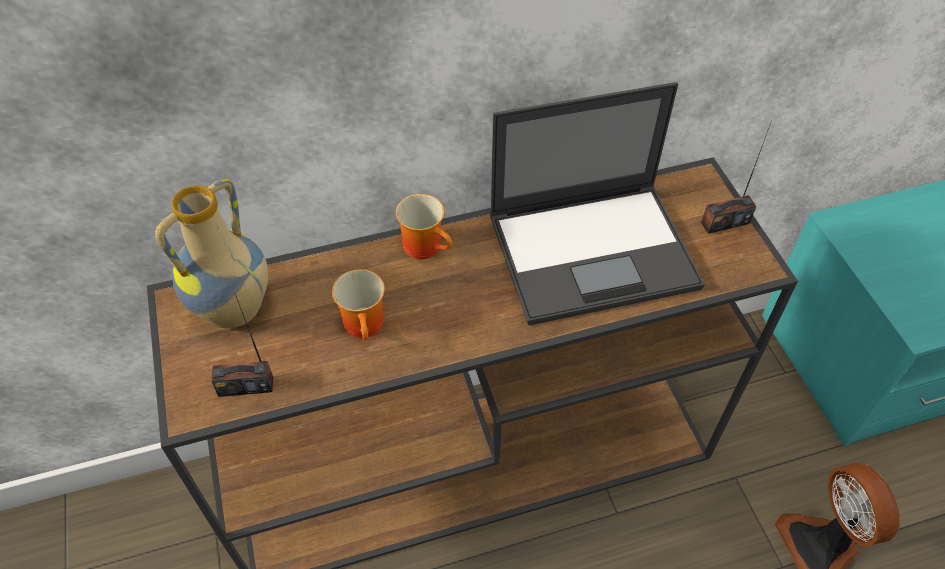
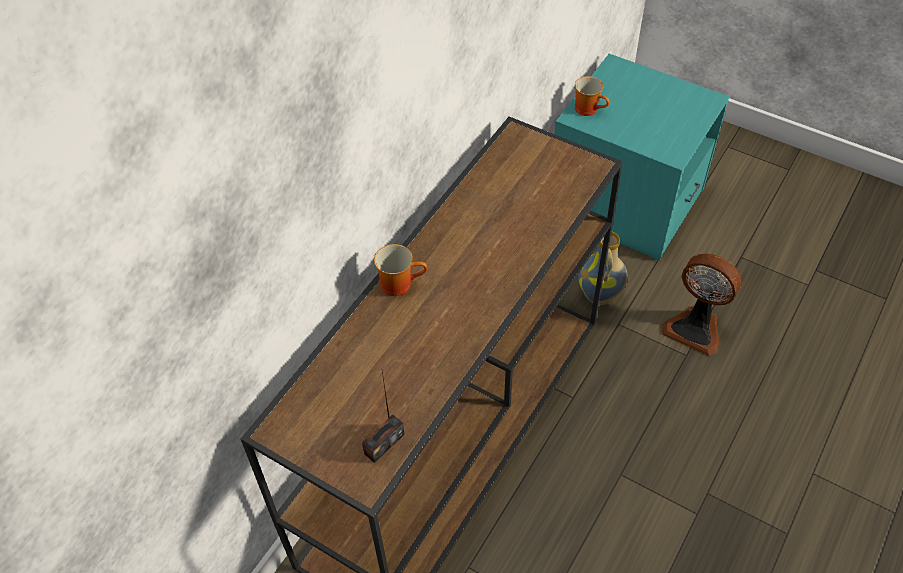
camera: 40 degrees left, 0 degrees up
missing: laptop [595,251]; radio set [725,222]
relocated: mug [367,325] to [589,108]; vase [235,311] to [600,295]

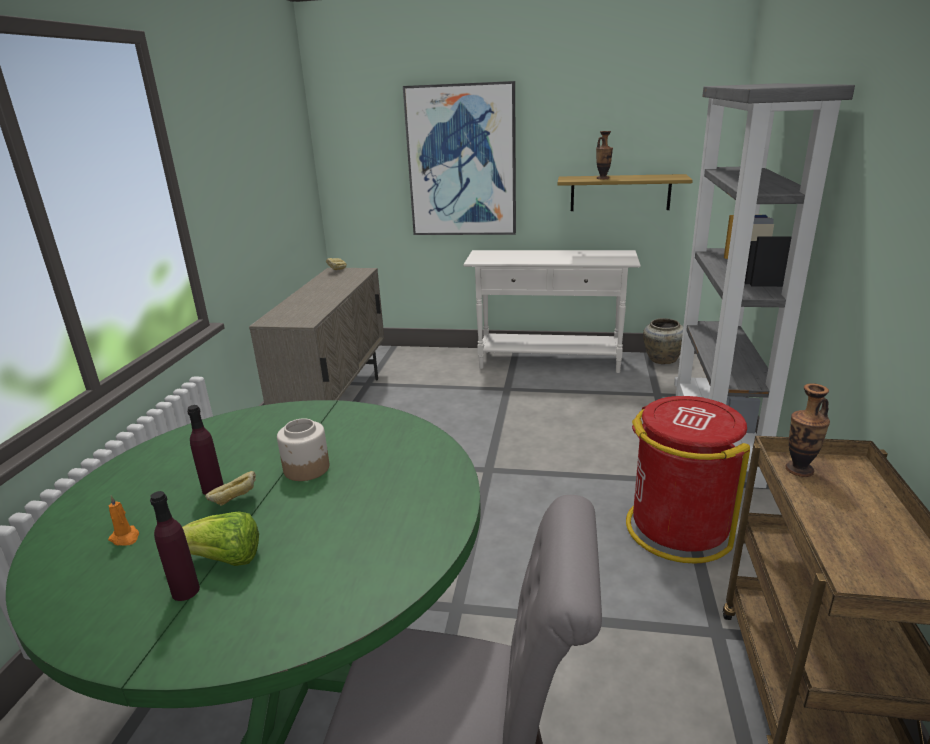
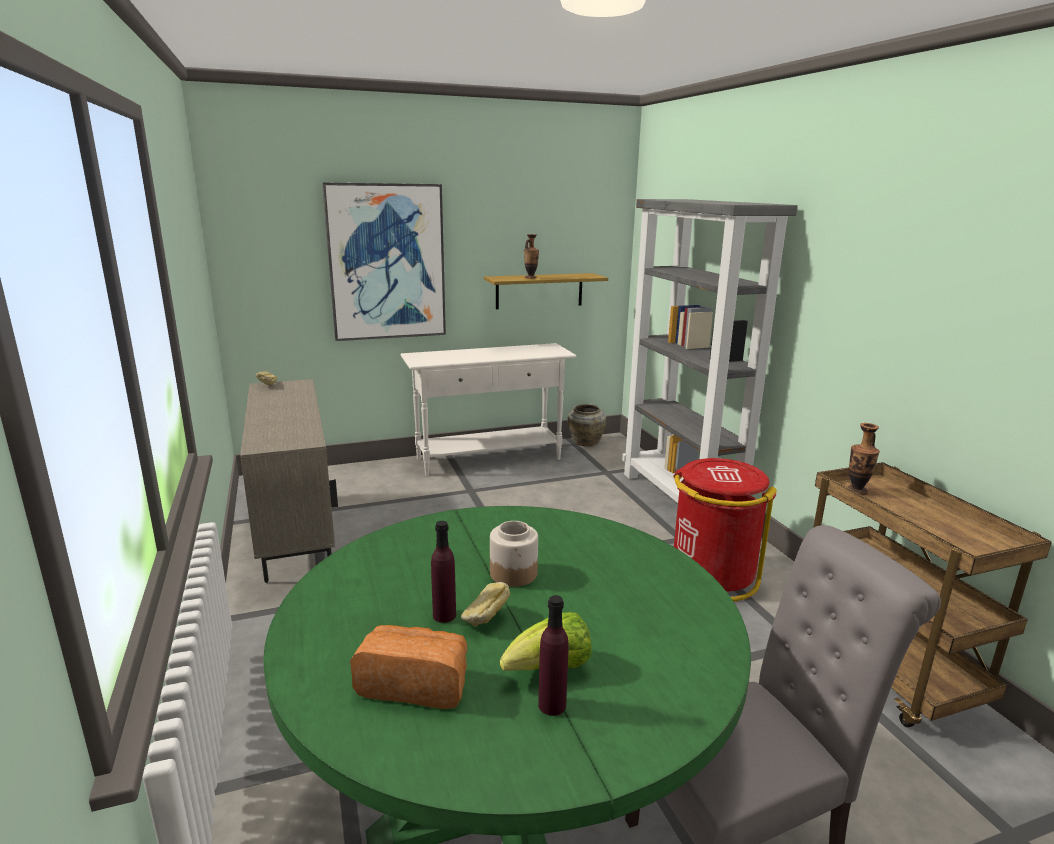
camera: 30 degrees left, 5 degrees down
exchanged: orange candle [125,538] to baked bread [415,684]

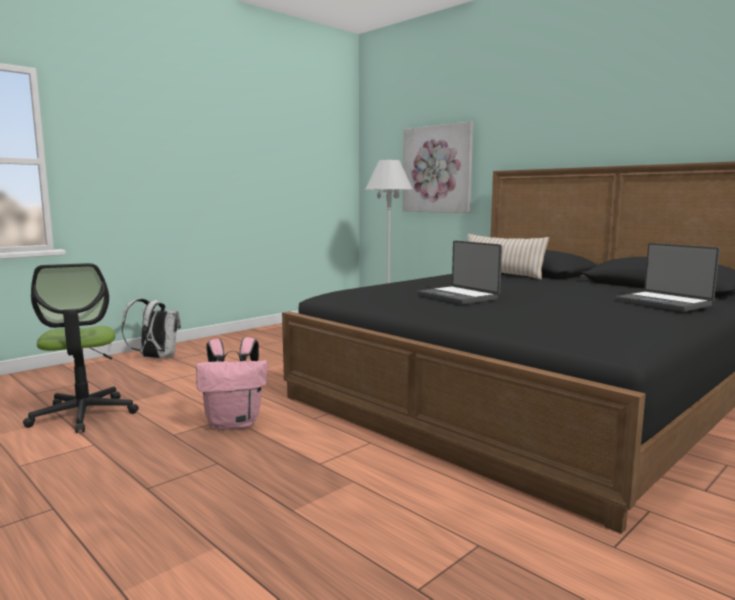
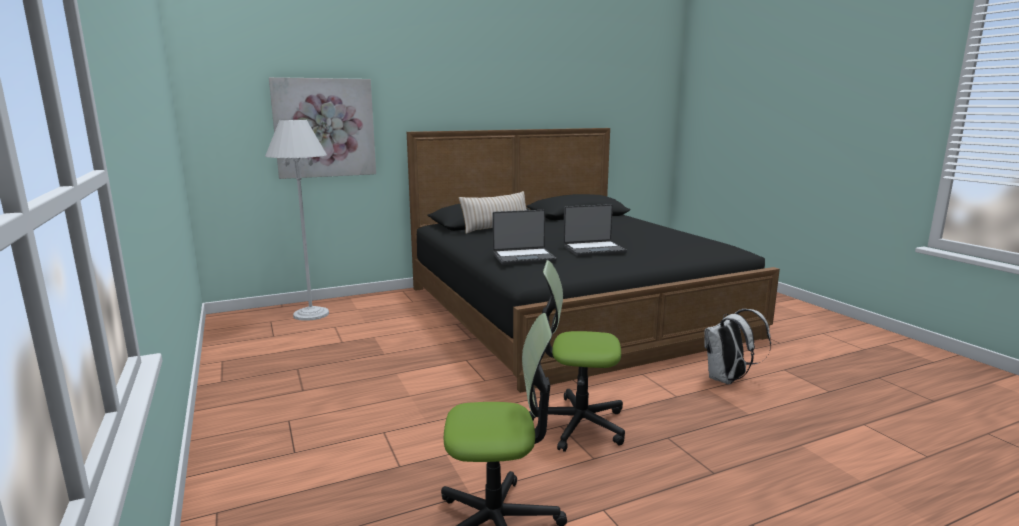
camera: 70 degrees left, 5 degrees up
relocated: laptop [664,303] to [523,257]; white backpack [155,358] to [728,380]
exchanged: pink-coloured backpack [235,423] to desk chair [578,424]

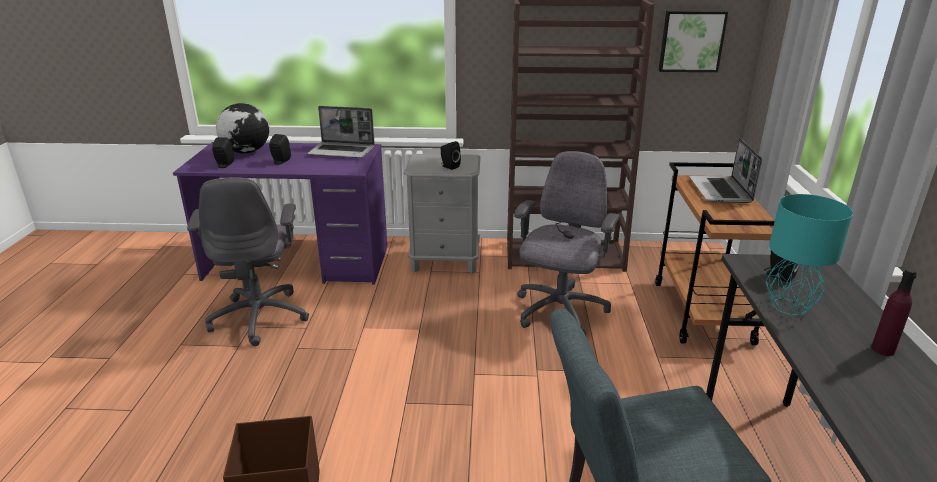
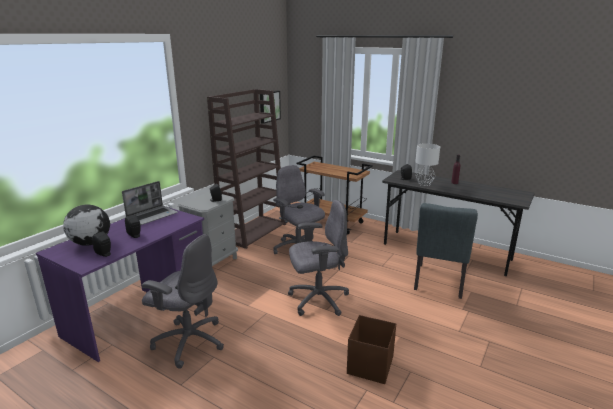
camera: 60 degrees left, 5 degrees down
missing: laptop [721,191]
appeared: gray desk chair [317,300]
colour: blue-green lamp for a table [788,306] to gray lamp for a table [424,184]

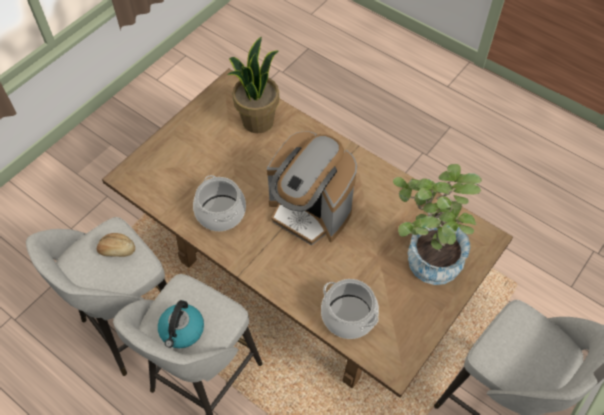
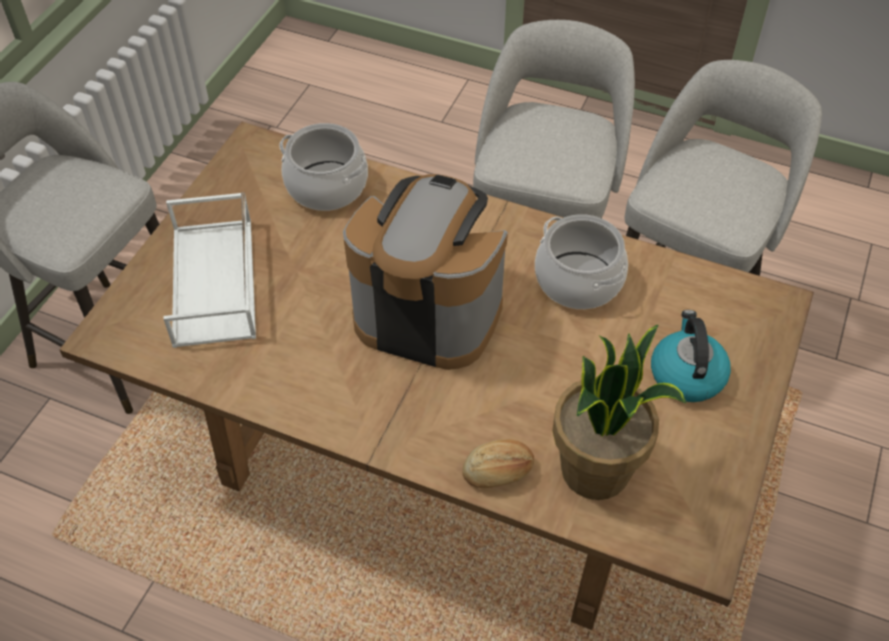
camera: 165 degrees right, 5 degrees down
relocated: baked bread [117,250] to [498,472]; kettle [182,331] to [686,374]
exchanged: plant in a pot [425,258] to white carrying tray [215,283]

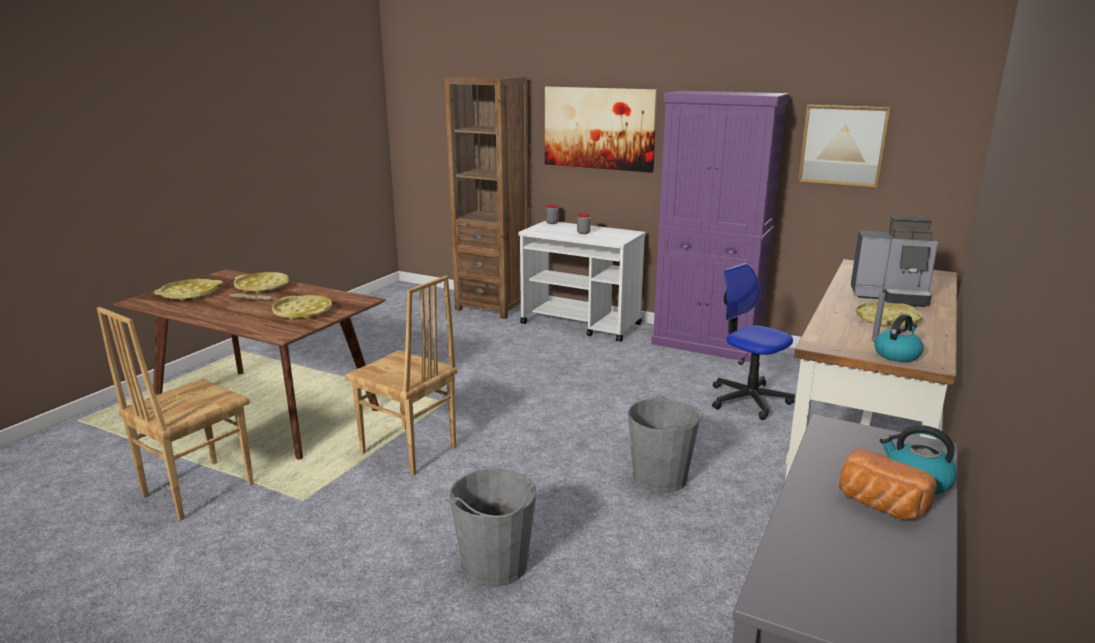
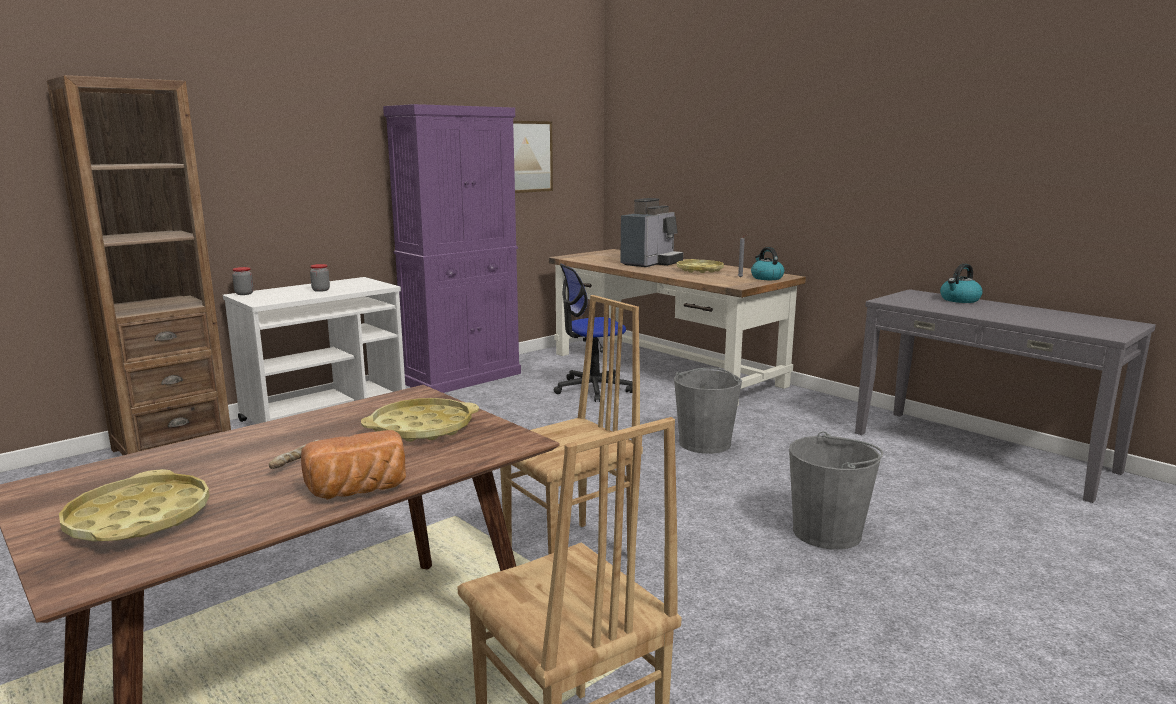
camera: 70 degrees left, 5 degrees down
missing: yellowish carrying tray [262,287]; wall art [599,128]
relocated: baked bread [878,505] to [358,491]

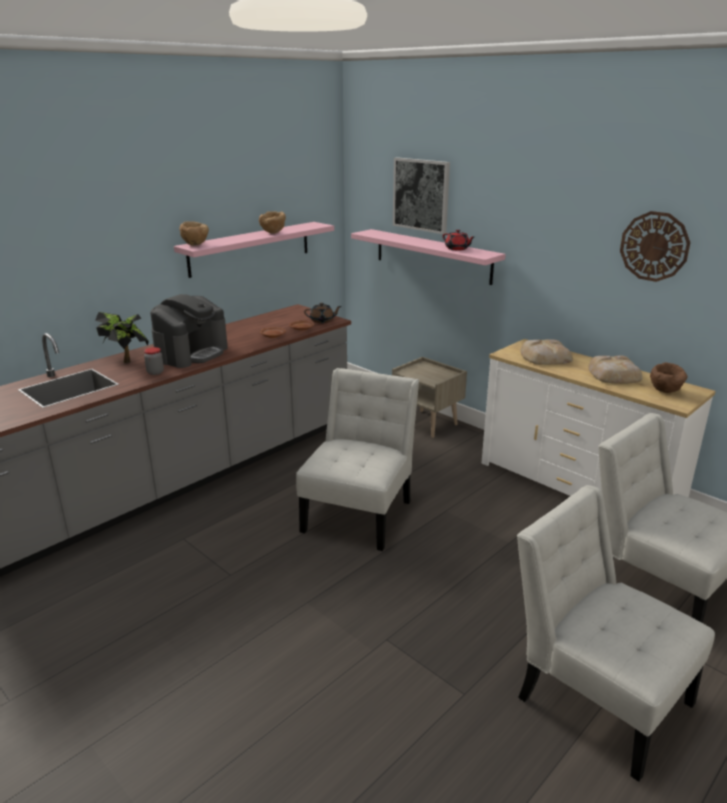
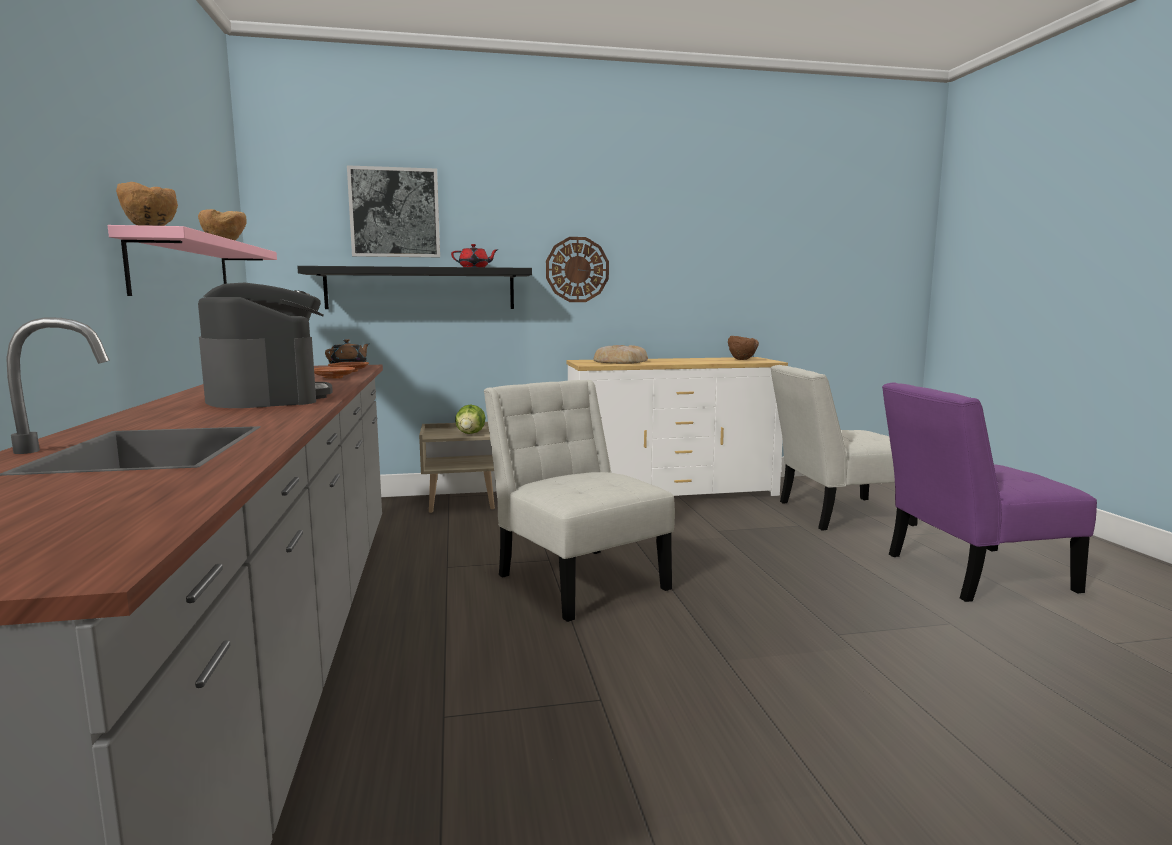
camera: 55 degrees left, 15 degrees down
missing: plant in a pot [127,359]; storage jar [155,372]; baked bread [613,375]
appeared: lettuce [470,433]
relocated: wall clock [654,246] to [577,269]
colour: pink-coloured bracket shelf [432,256] to black-coloured bracket shelf [421,288]; white chair [596,694] to purplish chair [969,573]

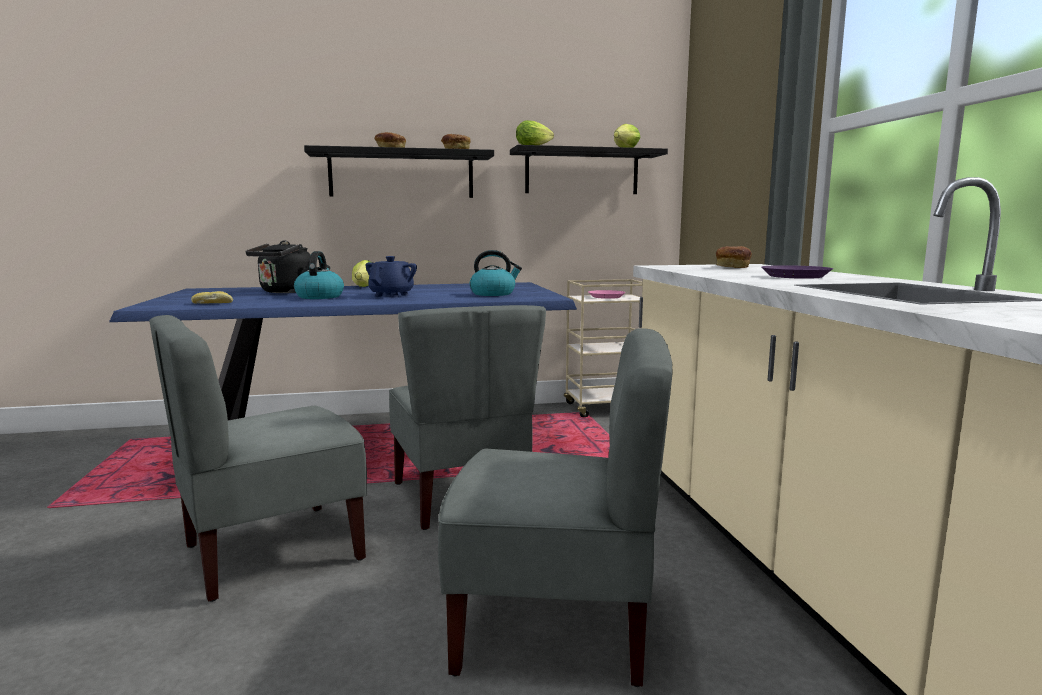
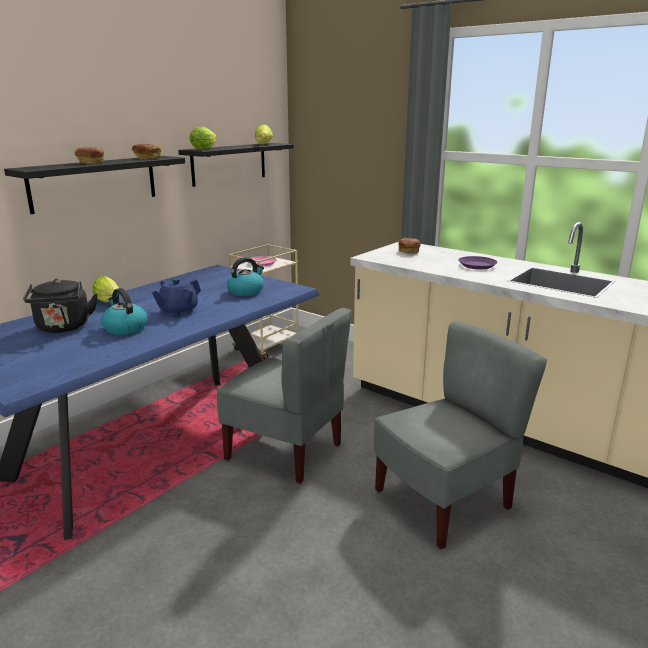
camera: 40 degrees left, 10 degrees up
missing: gray chair [272,551]; baked bread [213,303]
spun: blue pot for tea [392,295] = [178,311] 120 degrees counterclockwise

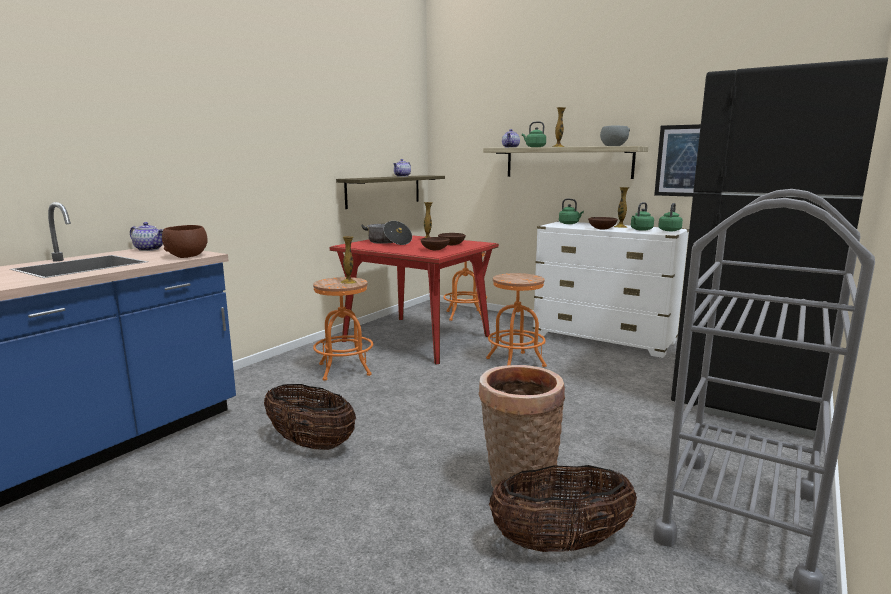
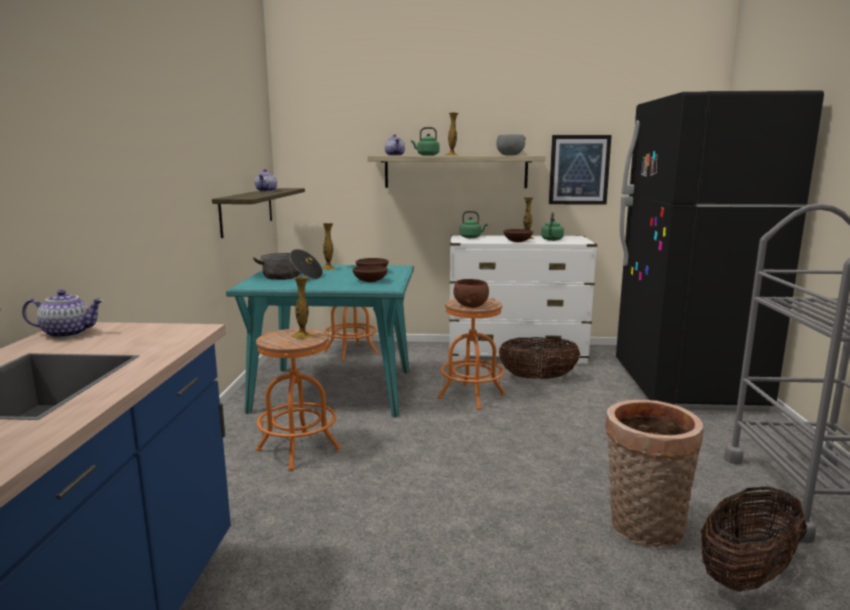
camera: 30 degrees left, 0 degrees up
missing: green-coloured kettle [670,230]
relocated: brown deep dish [187,256] to [471,306]; storage basket [310,443] to [537,378]
colour: red dinner table [417,339] to blue-green dinner table [334,390]

